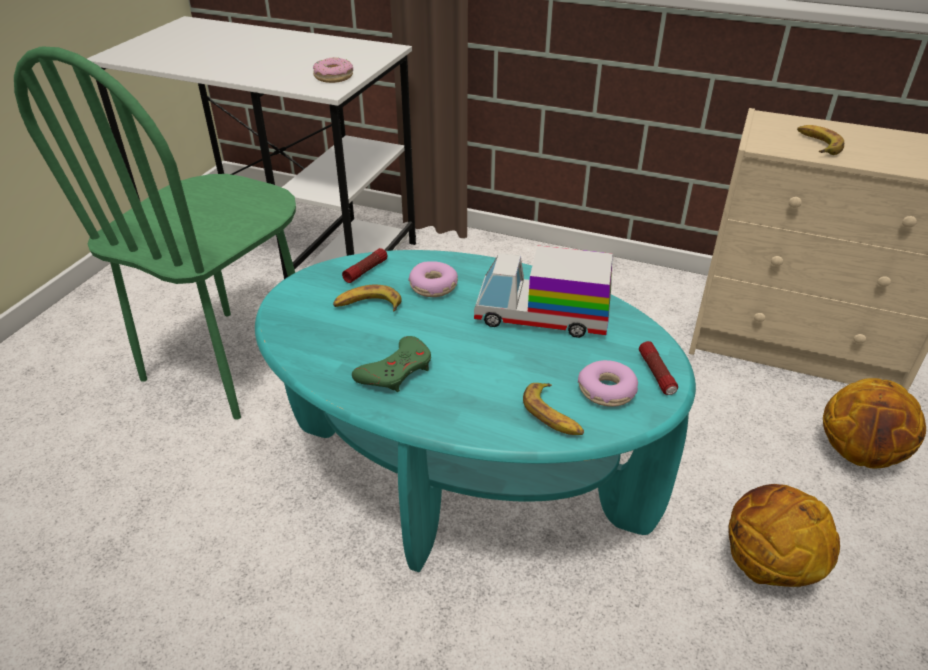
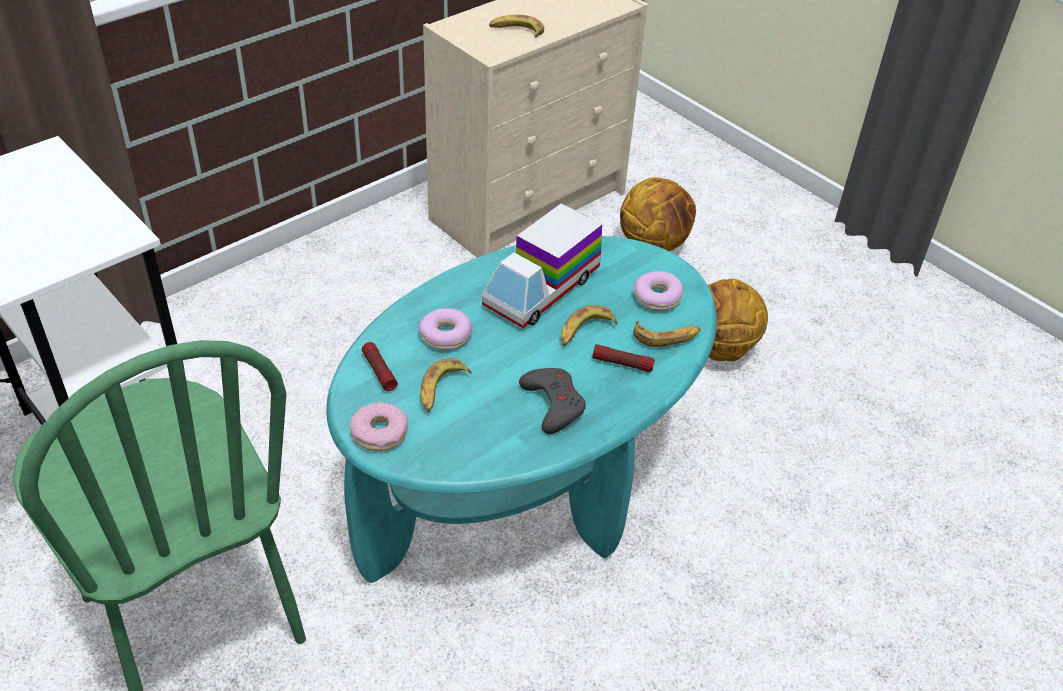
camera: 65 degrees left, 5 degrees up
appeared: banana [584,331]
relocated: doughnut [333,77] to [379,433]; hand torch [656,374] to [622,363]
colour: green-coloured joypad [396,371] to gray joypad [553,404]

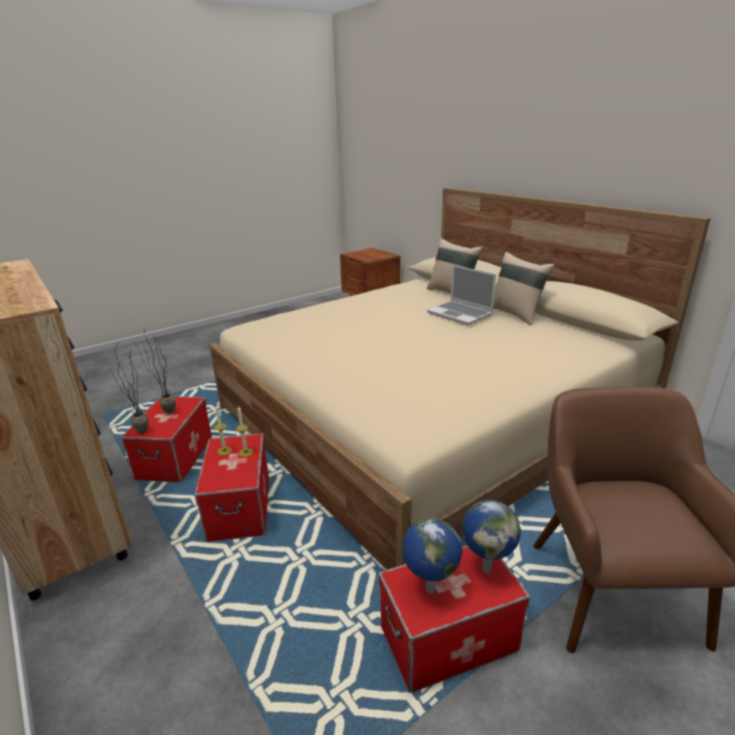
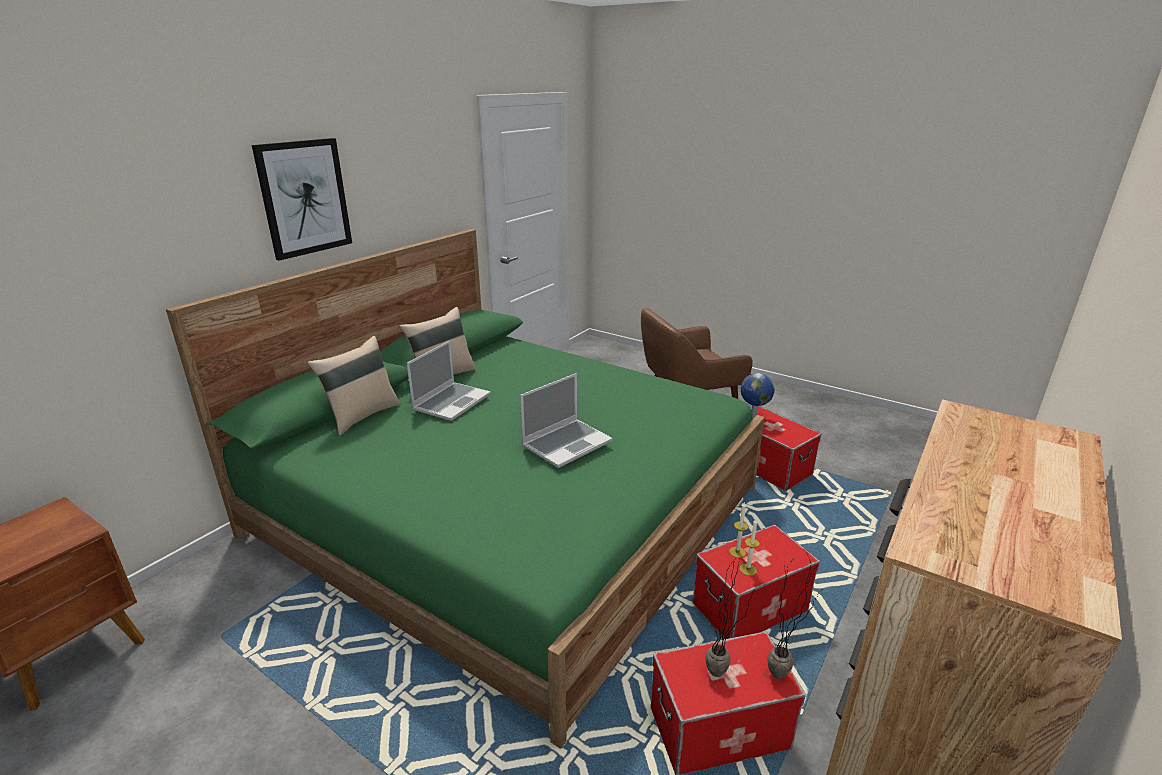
camera: 110 degrees left, 0 degrees up
missing: world globe [429,590]
appeared: wall art [304,198]; laptop [567,443]
colour: sand-coloured bed [430,413] to green-coloured bed [507,510]

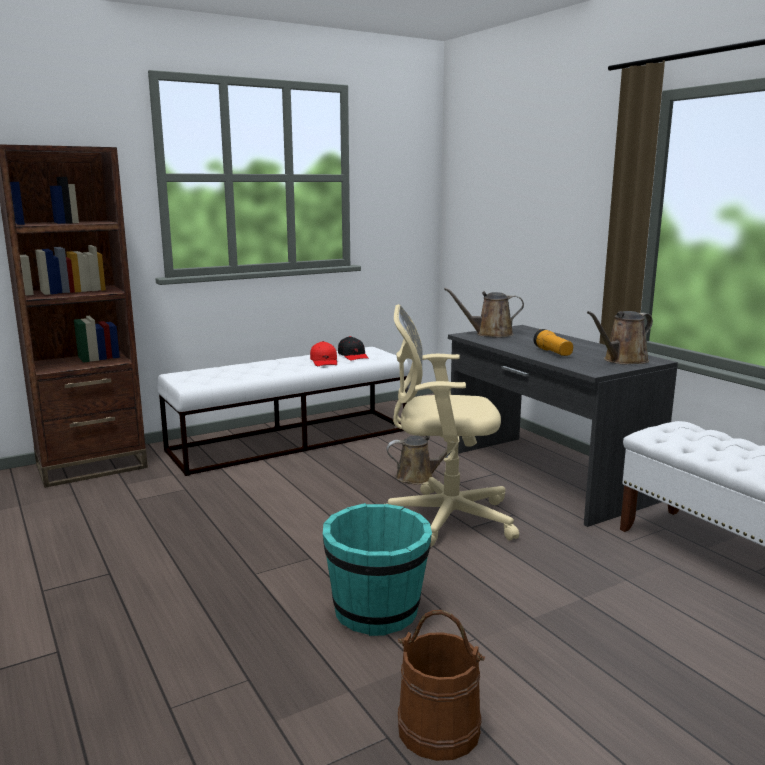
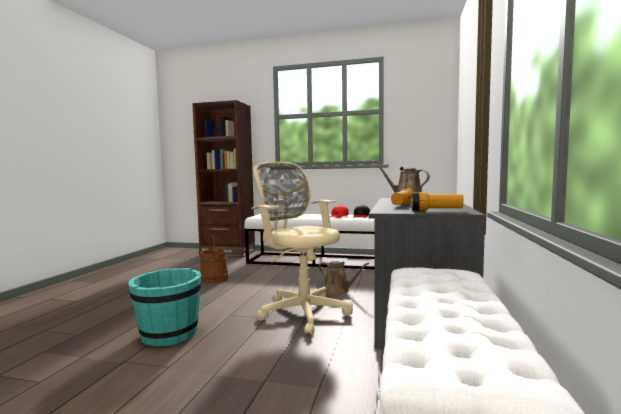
camera: 45 degrees right, 10 degrees down
relocated: brown pail [438,729] to [214,279]
exchanged: brown watering can [622,360] to hand torch [436,210]

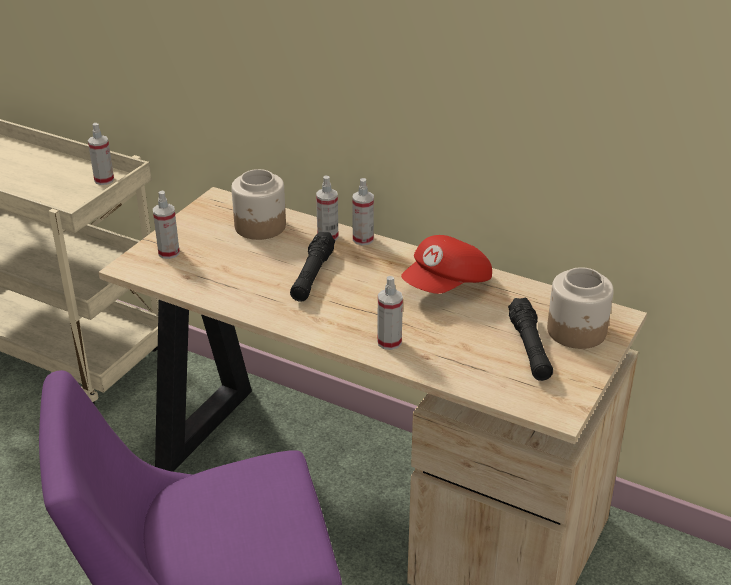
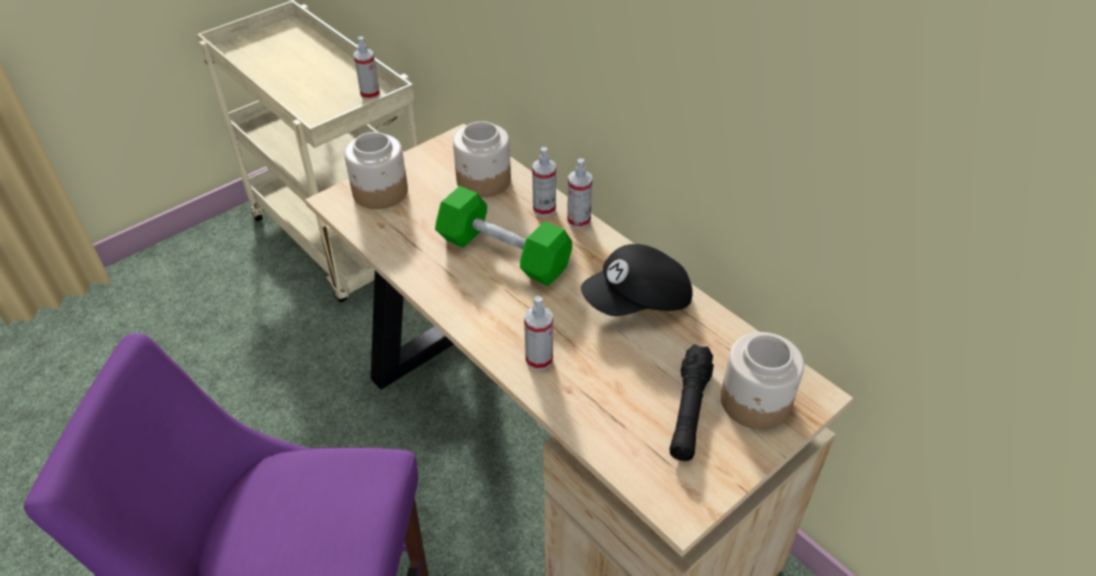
camera: 20 degrees right, 10 degrees up
exchanged: hand sprayer [169,253] to storage jar [380,192]; black-coloured hand torch [312,275] to green-coloured free weight [503,254]
colour: red peaked cap [447,286] to black-coloured peaked cap [638,302]

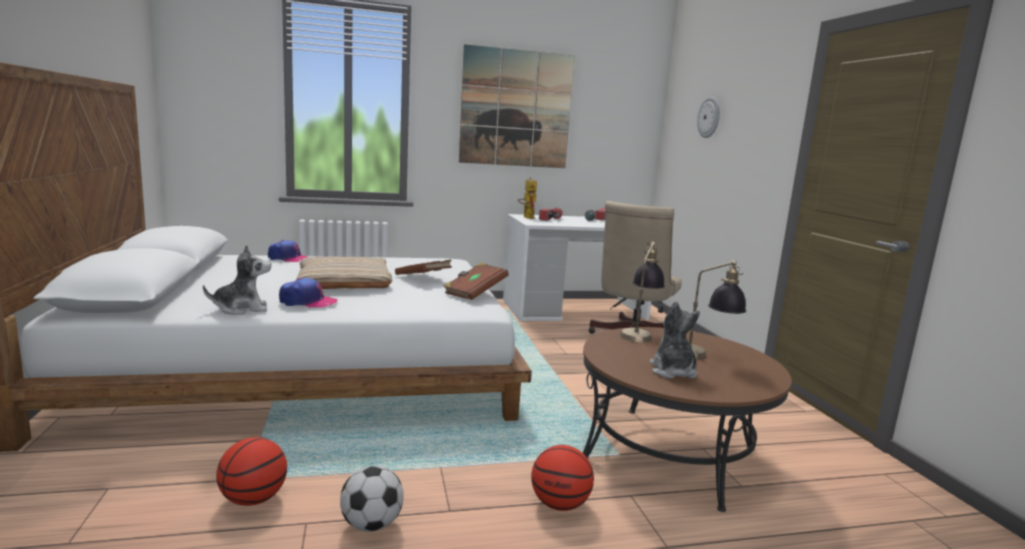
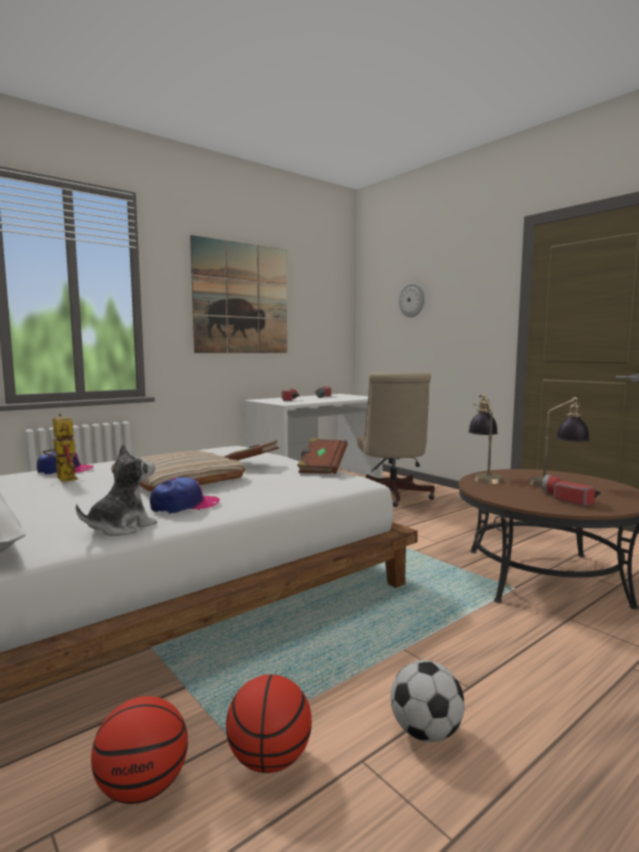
camera: 25 degrees left, 5 degrees down
relocated: robot figure [526,217] to [63,477]; basketball ball [559,504] to [143,787]
exchanged: cuddly toy [673,372] to hand torch [566,499]

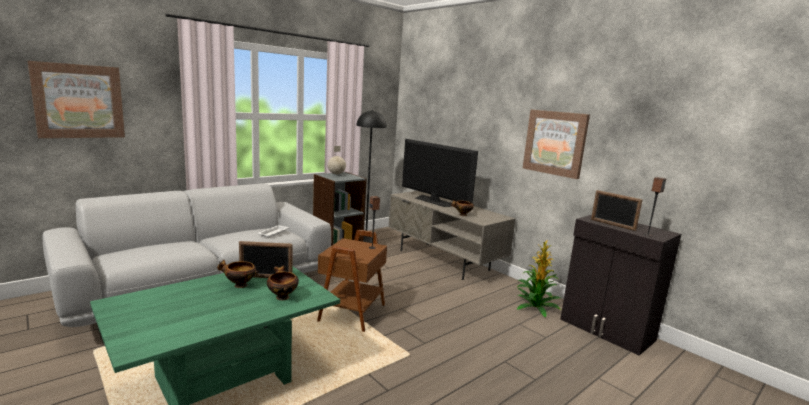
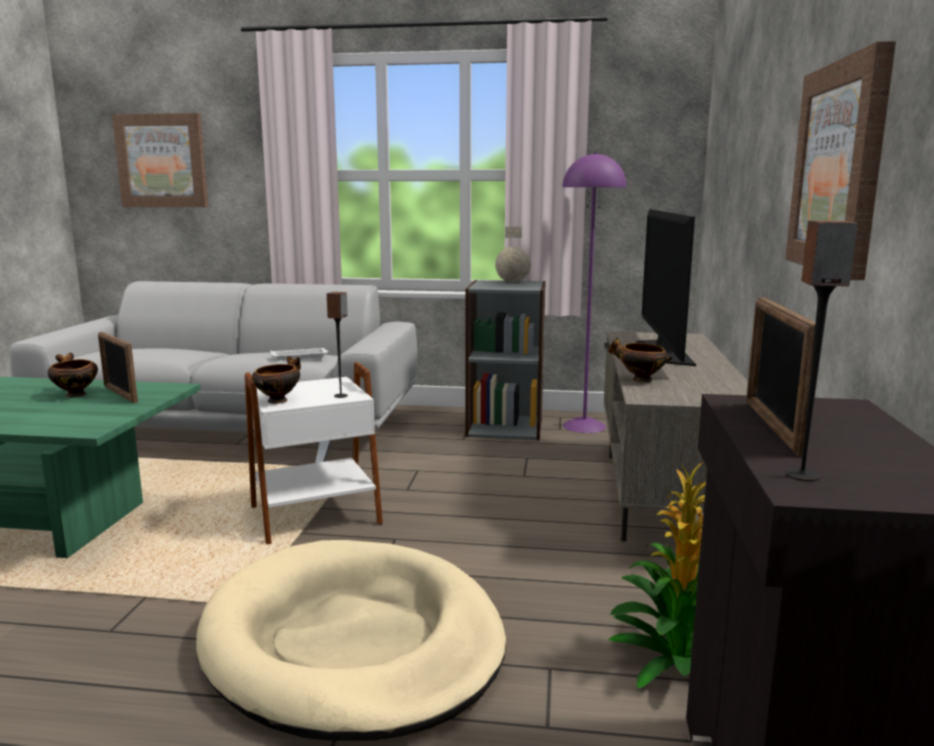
camera: 50 degrees right, 0 degrees up
appeared: sand-coloured dog cushion [353,643]
relocated: deep dish [282,297] to [278,400]
colour: brown end table [350,313] to white end table [314,514]; black-coloured floor lamp [366,239] to purplish floor lamp [584,426]

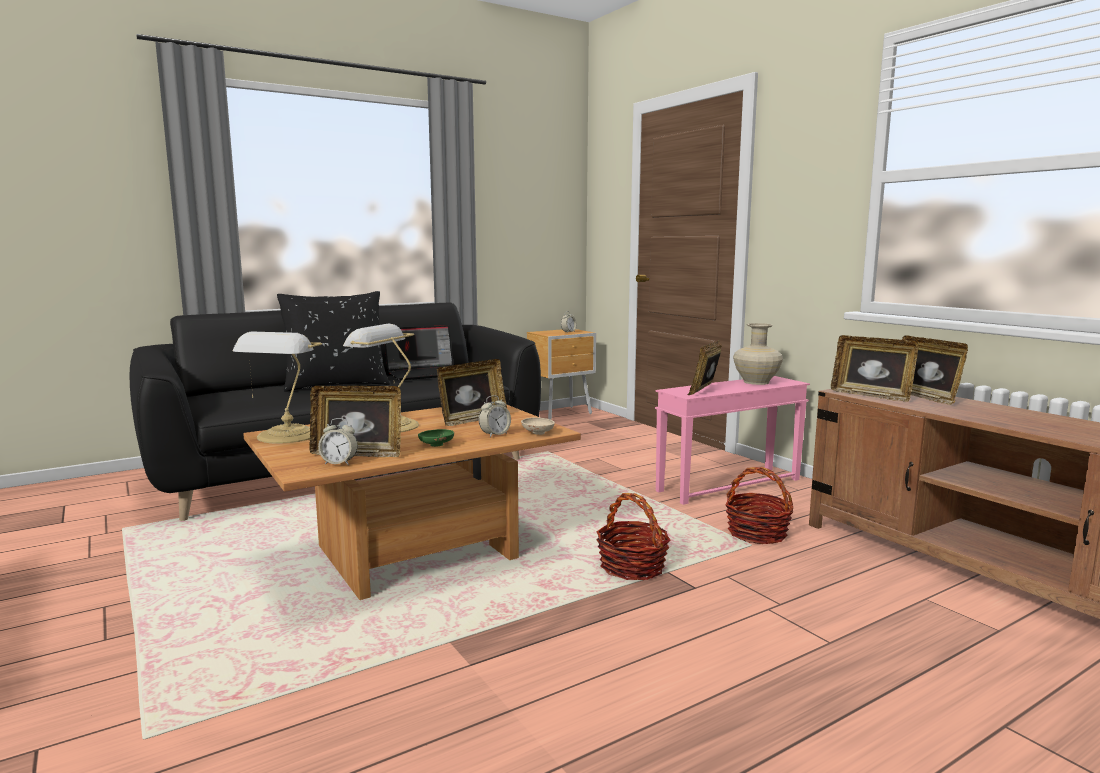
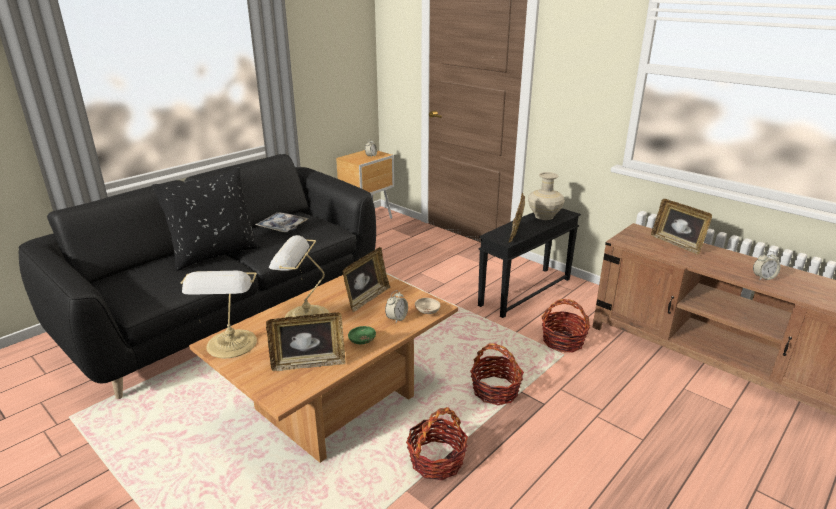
camera: 15 degrees left, 15 degrees up
missing: picture frame [871,395]
appeared: storage basket [436,460]
relocated: bedside clock [339,463] to [763,277]
exchanged: laptop [426,373] to carrying tray [282,227]
colour: pink-coloured end table [728,484] to black-coloured end table [524,291]

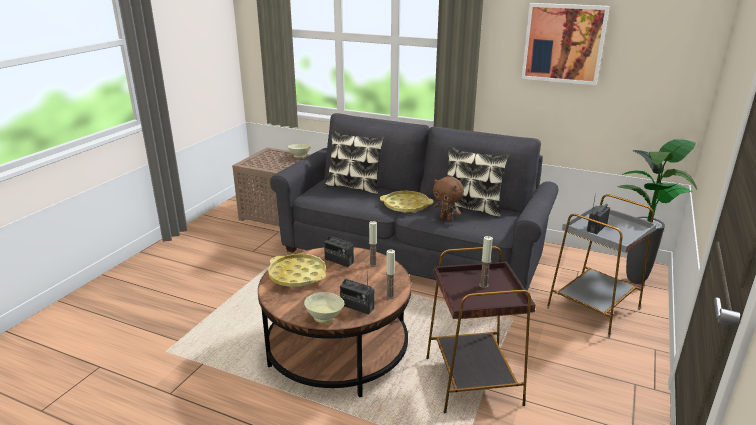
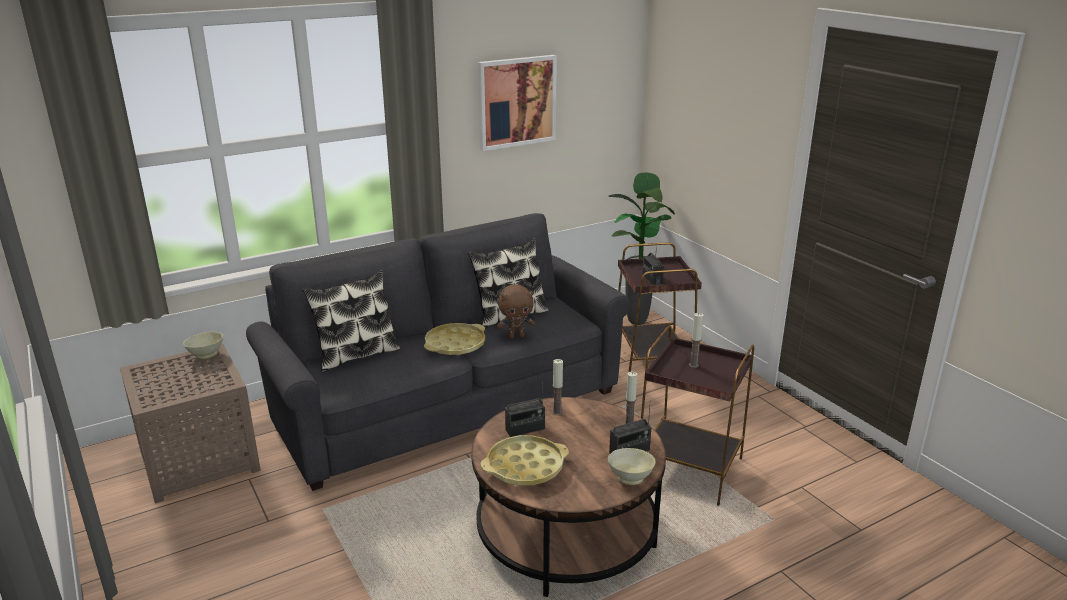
camera: 55 degrees left, 0 degrees up
colour: gray end table [592,308] to brown end table [651,361]

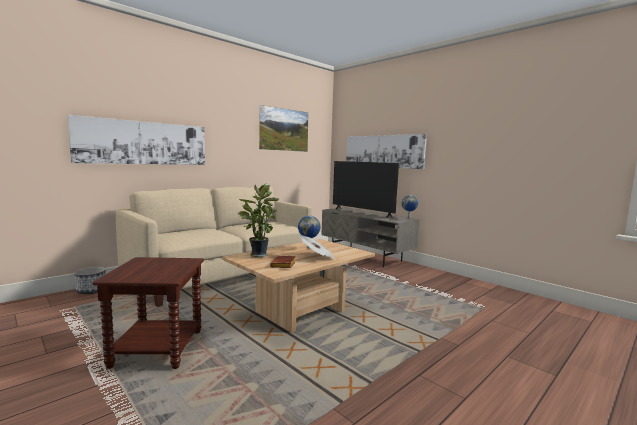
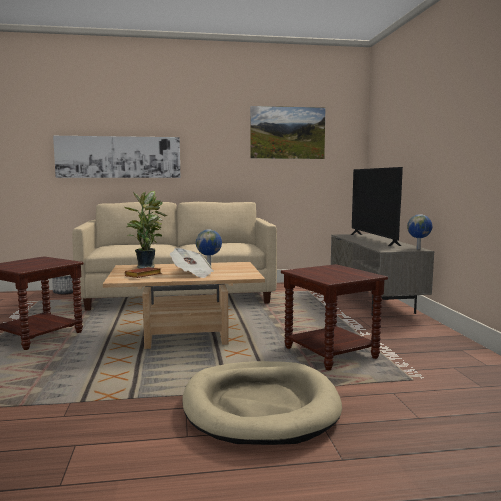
camera: 35 degrees right, 0 degrees up
missing: wall art [383,151]
appeared: sand-coloured dog cushion [260,406]; brown end table [331,353]

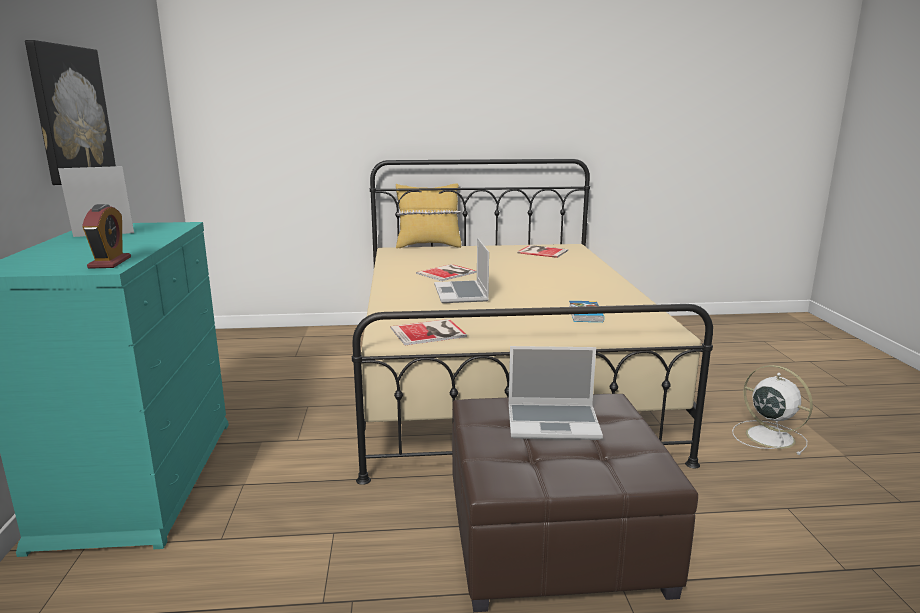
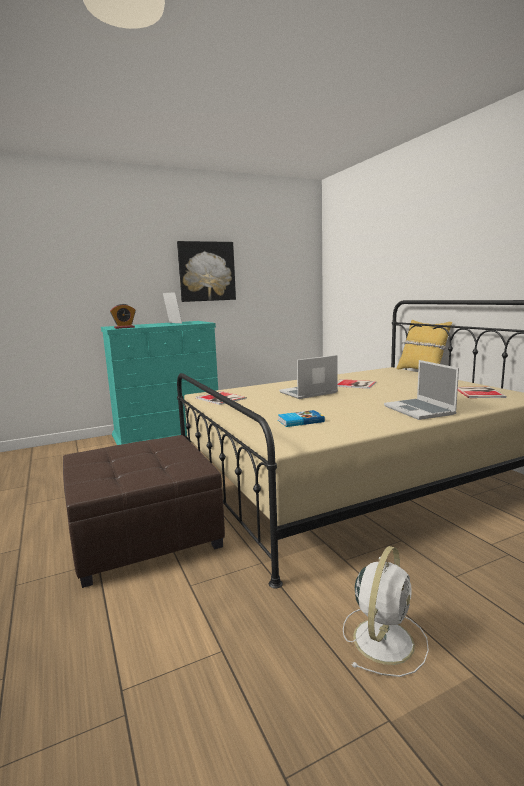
camera: 70 degrees right, 5 degrees down
relocated: laptop [554,422] to [420,410]

